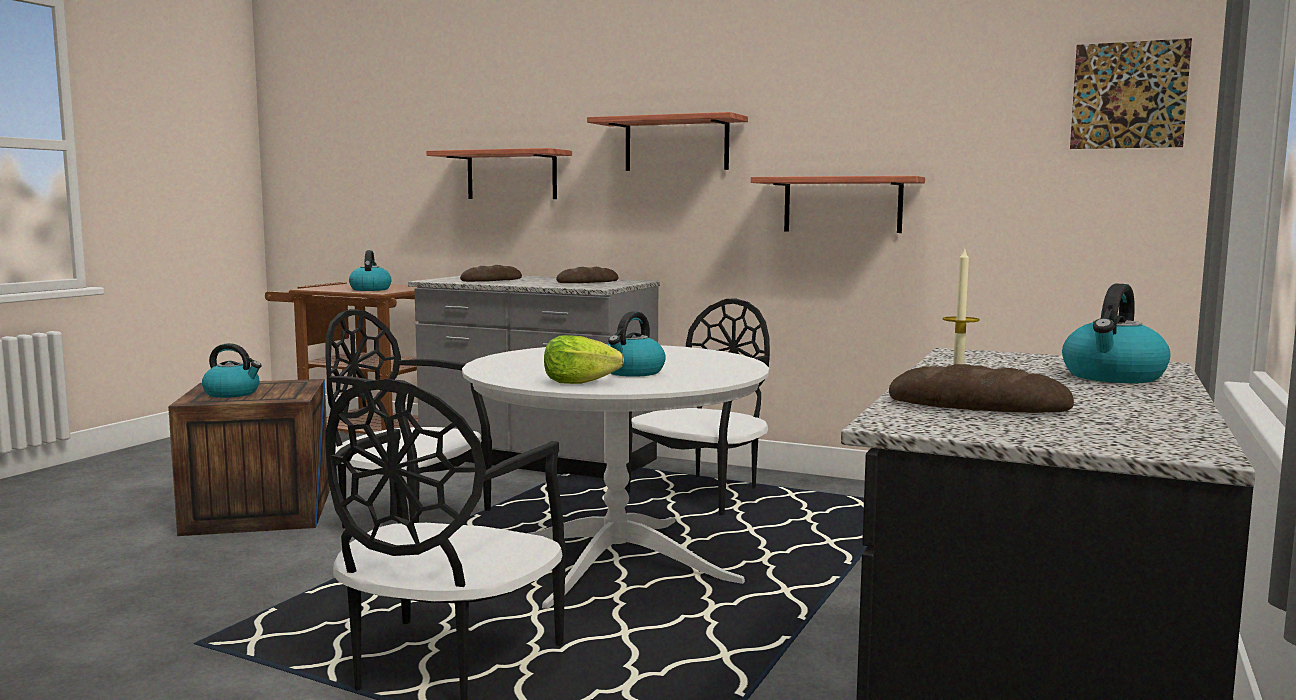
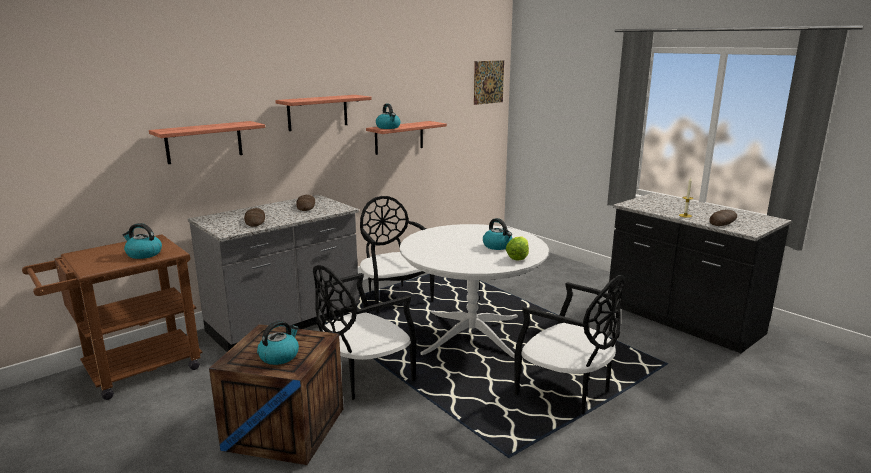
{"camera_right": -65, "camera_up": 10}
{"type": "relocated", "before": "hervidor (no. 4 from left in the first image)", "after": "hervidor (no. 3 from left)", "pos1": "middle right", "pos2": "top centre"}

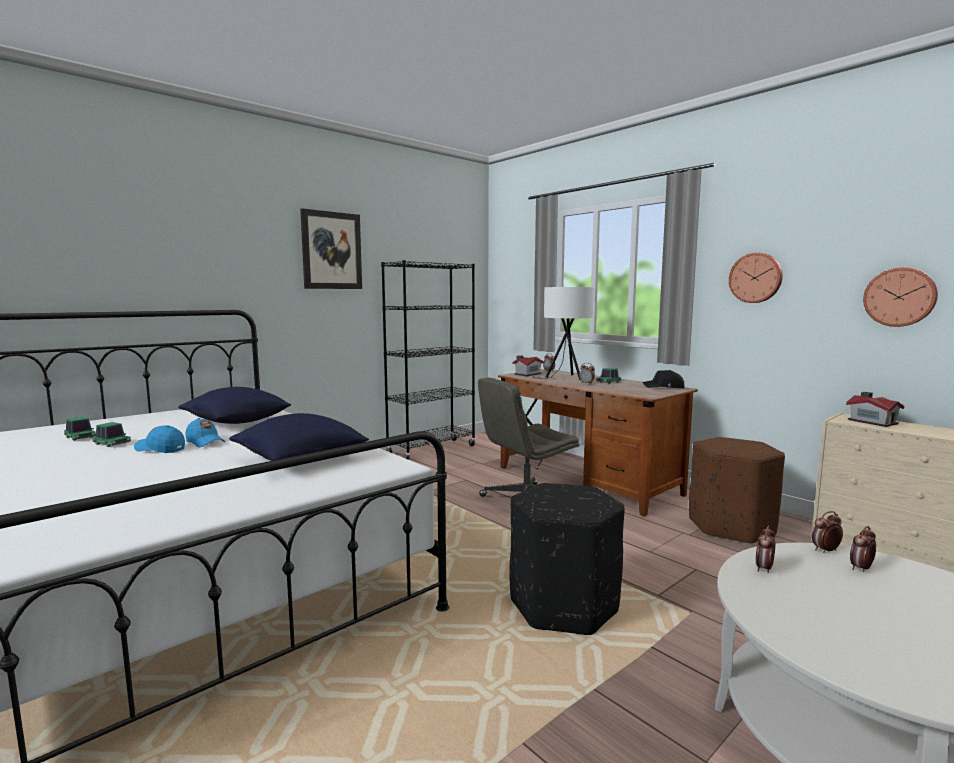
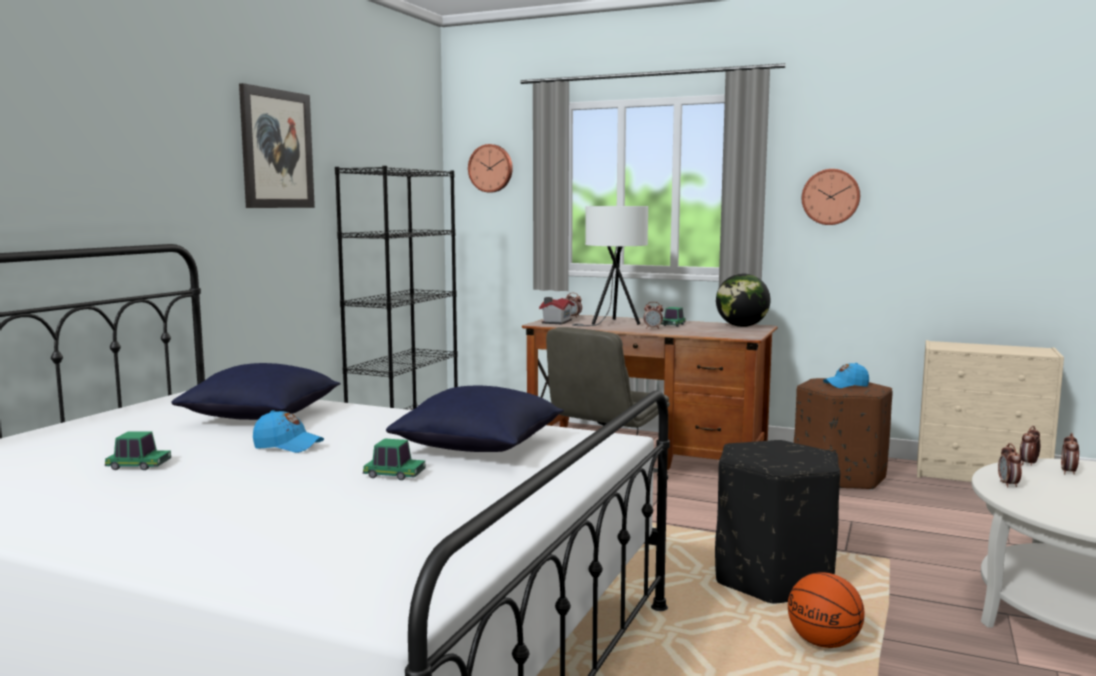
{"camera_right": -25, "camera_up": 0}
{"type": "missing", "before": "casita (no. 2 from left)", "pos1": "middle right"}
{"type": "appeared", "after": "balón de baloncesto", "pos2": "bottom right"}
{"type": "relocated", "before": "coche de juguete (no. 1 from left in the first image)", "after": "coche de juguete (no. 2 from left)", "pos1": "middle left", "pos2": "bottom centre"}
{"type": "relocated", "before": "gorra (azul) (no. 1 from left in the first image)", "after": "gorra (azul) (no. 2 from left)", "pos1": "middle left", "pos2": "middle right"}
{"type": "relocated", "before": "reloj de pared (no. 2 from left in the first image)", "after": "reloj de pared (no. 1 from left)", "pos1": "middle right", "pos2": "top centre"}
{"type": "exchanged", "before": "gorra (negro)", "after": "globo terráqueo", "pos1": "middle right", "pos2": "middle right"}

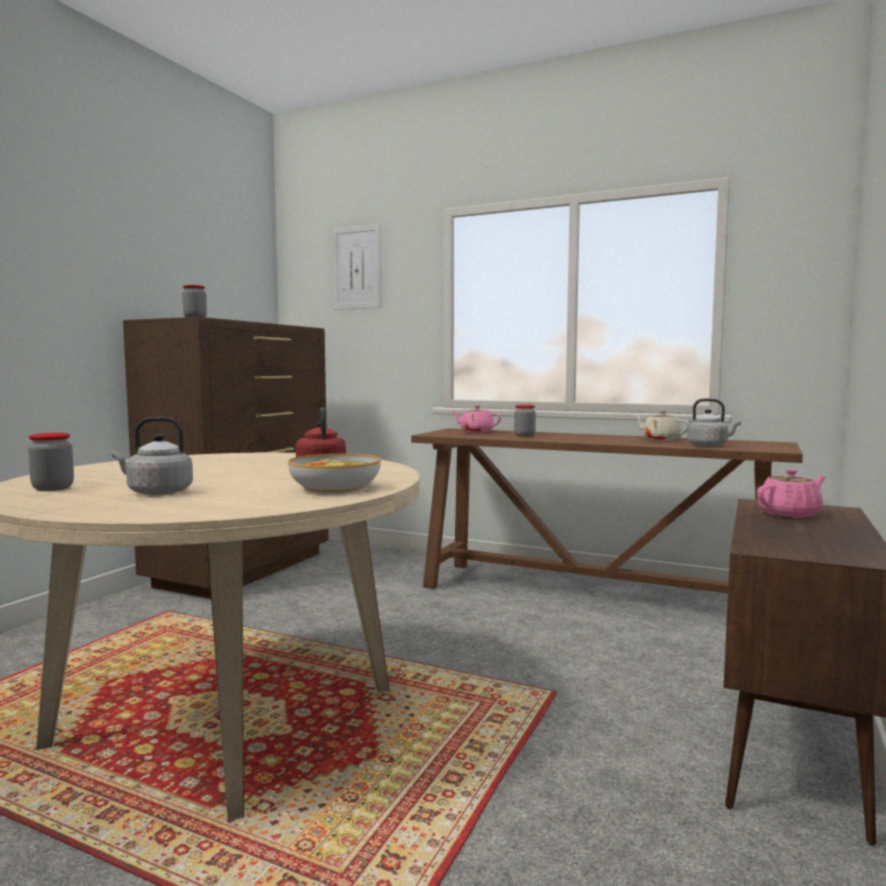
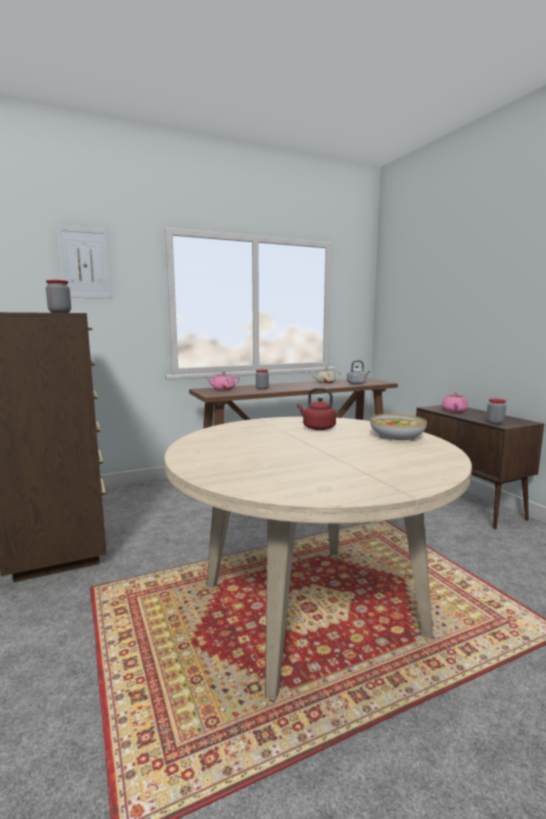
{"camera_right": -50, "camera_up": 5}
{"type": "missing", "before": "hervidor (gris) (no. 1 from left)", "pos1": "middle left"}
{"type": "relocated", "before": "tarro (no. 1 from left in the first image)", "after": "tarro (no. 3 from left)", "pos1": "middle left", "pos2": "middle right"}

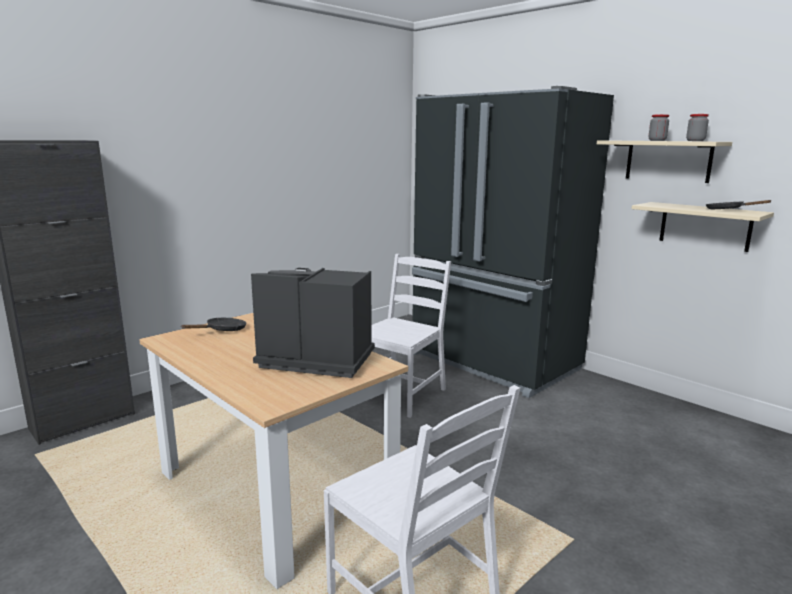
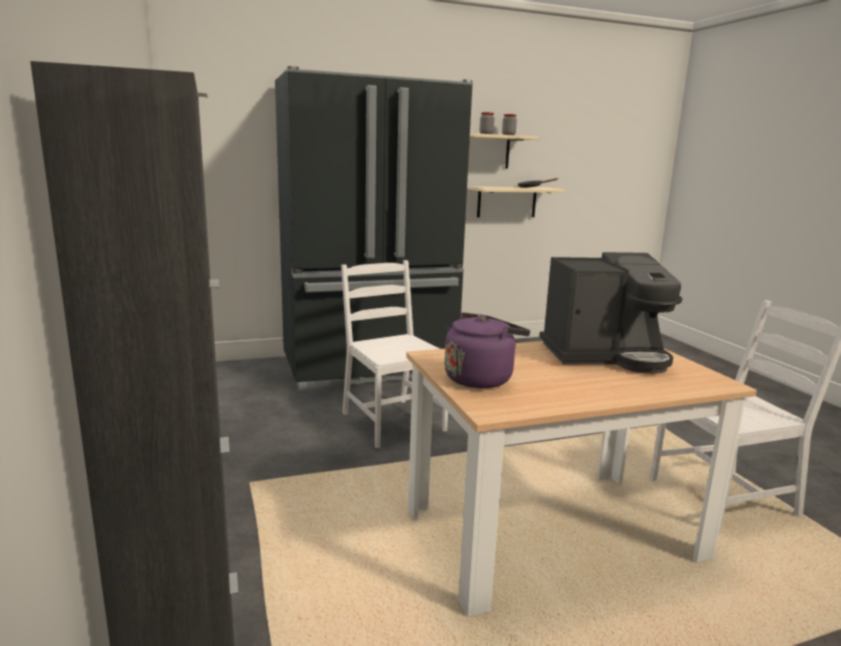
{"camera_right": -65, "camera_up": 0}
{"type": "exchanged", "before": "sartén (negro) (no. 1 from left)", "after": "hervidor (morado)", "pos1": "middle left", "pos2": "centre"}
{"type": "spun", "before": "cafetera", "pos1": "centre", "pos2": "middle right", "turn": -135}

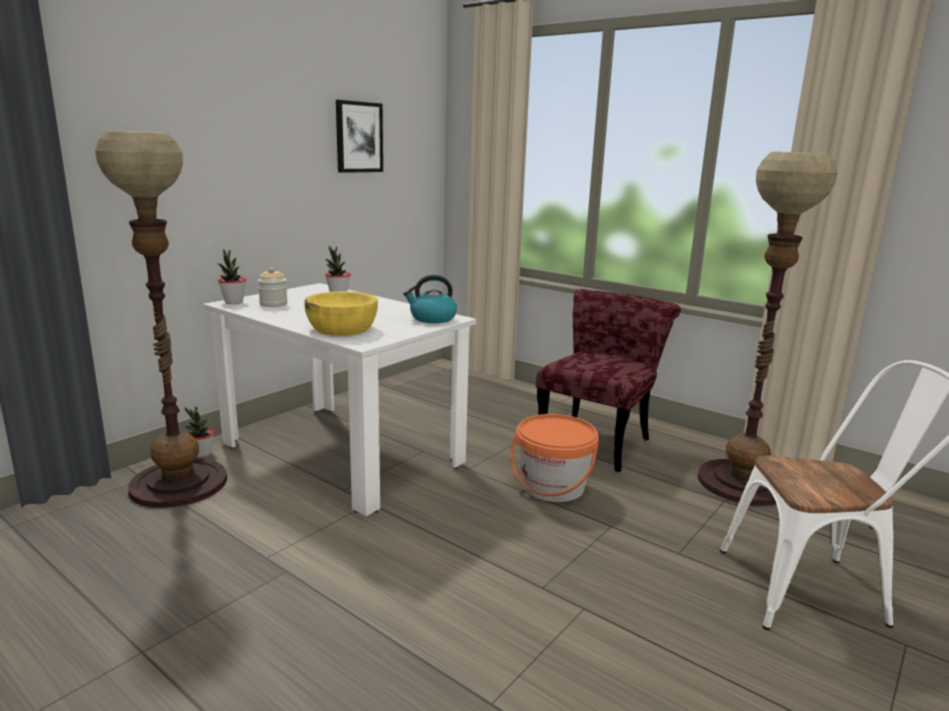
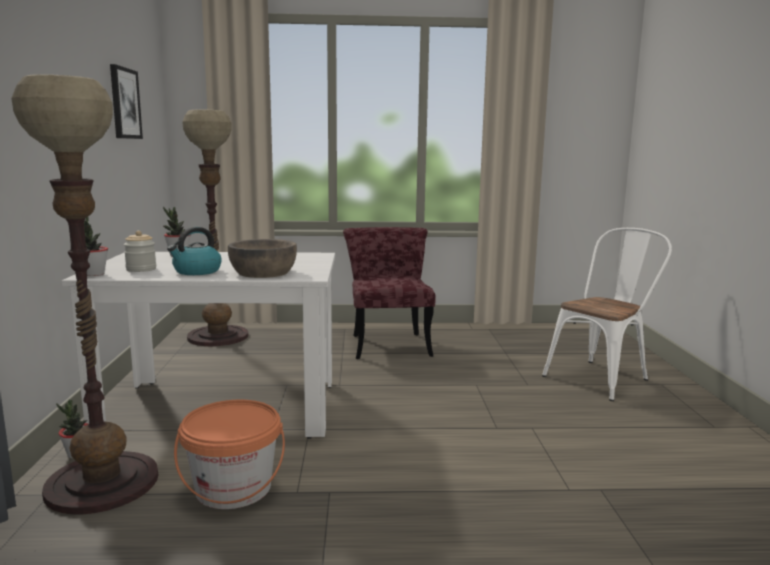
{"camera_right": -40, "camera_up": -5}
{"type": "relocated", "before": "hervidor", "pos1": "centre", "pos2": "middle left"}
{"type": "relocated", "before": "cubo (naranja)", "pos1": "centre", "pos2": "bottom left"}
{"type": "relocated", "before": "lámpara de pie (no. 2 from left)", "pos1": "middle right", "pos2": "middle left"}
{"type": "colour", "before": "cuenco (amarillo)", "after": "cuenco (marrón)", "pos1": "centre", "pos2": "centre"}

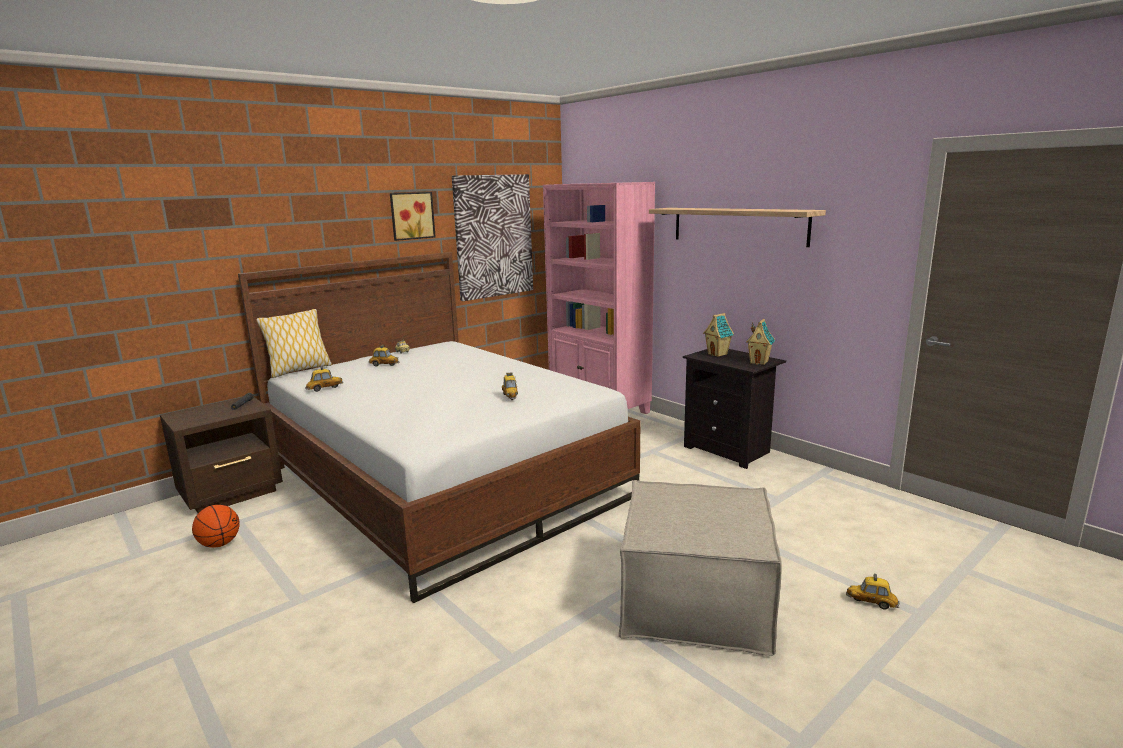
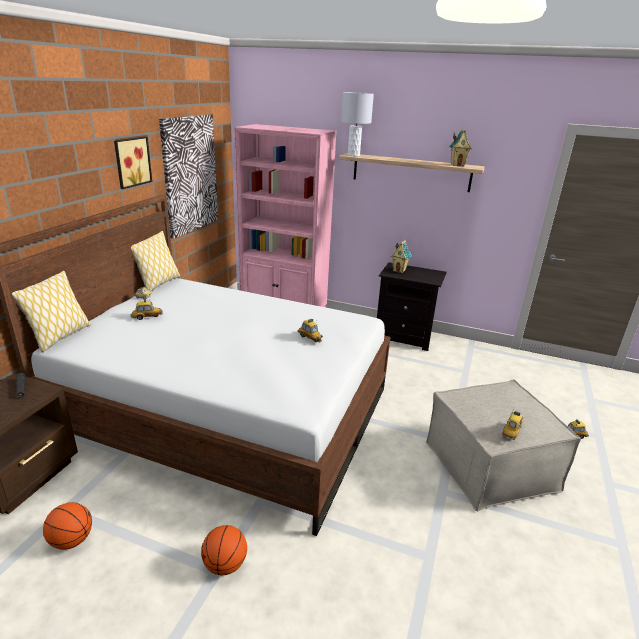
{"camera_right": -30, "camera_up": 10}
{"type": "appeared", "after": "cojín (no. 2 from left)", "pos2": "middle left"}
{"type": "appeared", "after": "balón de baloncesto (no. 2 from left)", "pos2": "bottom centre"}
{"type": "appeared", "after": "lámpara de mesa (gris)", "pos2": "top centre"}
{"type": "relocated", "before": "coche de juguete (no. 1 from left in the first image)", "after": "coche de juguete (no. 4 from left)", "pos1": "middle left", "pos2": "middle right"}
{"type": "relocated", "before": "casita (no. 2 from left)", "pos1": "middle right", "pos2": "top right"}

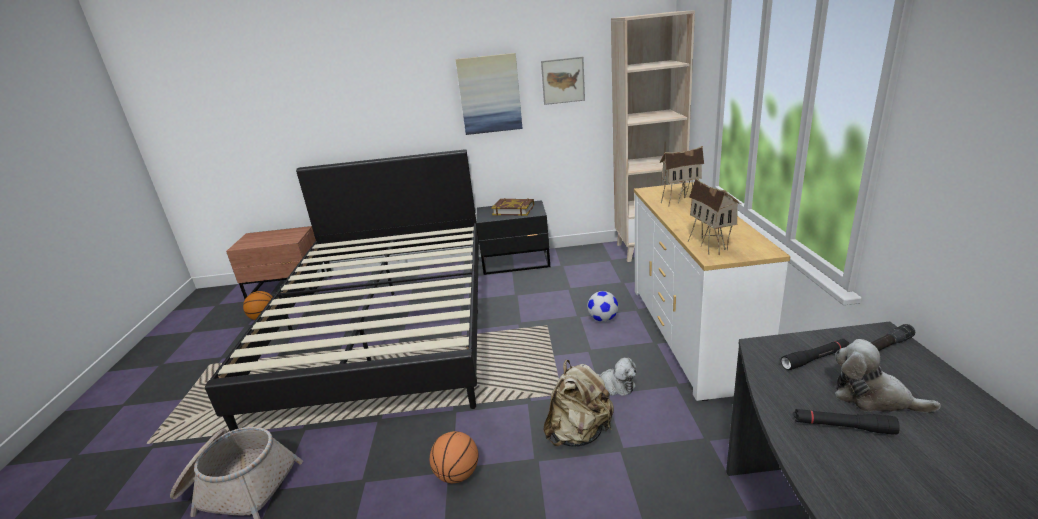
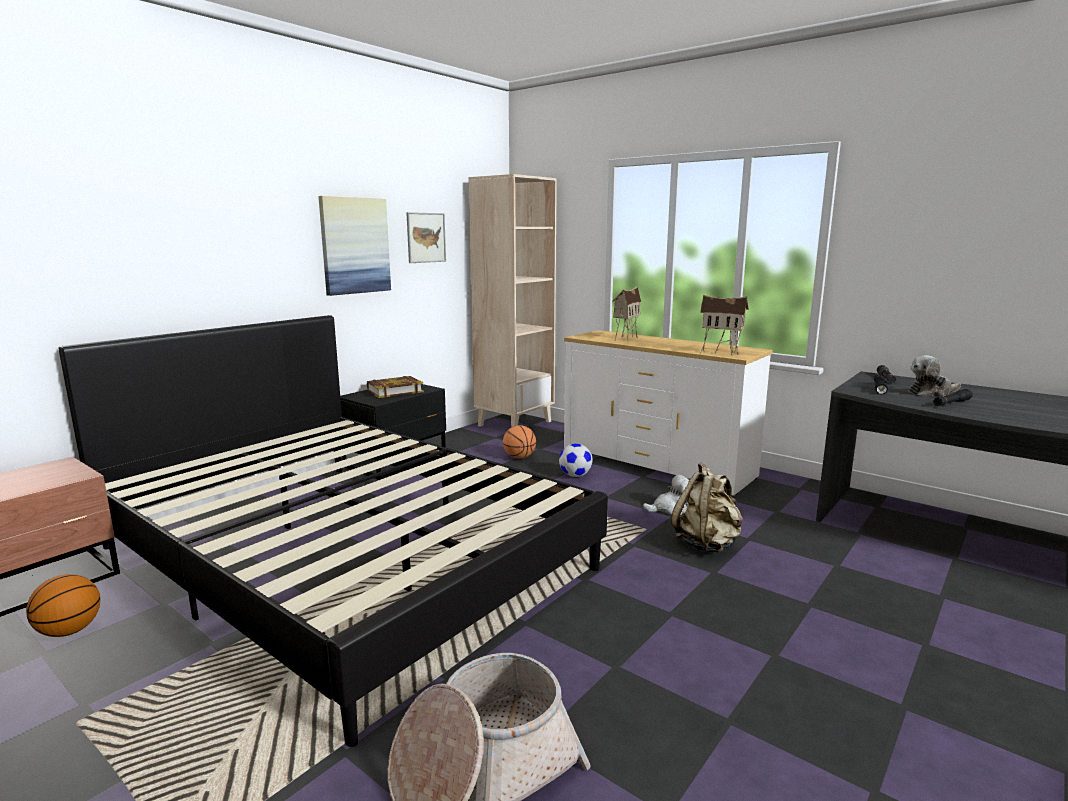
{"camera_right": -50, "camera_up": -10}
{"type": "relocated", "before": "balón de baloncesto (no. 2 from left)", "pos1": "bottom centre", "pos2": "centre"}

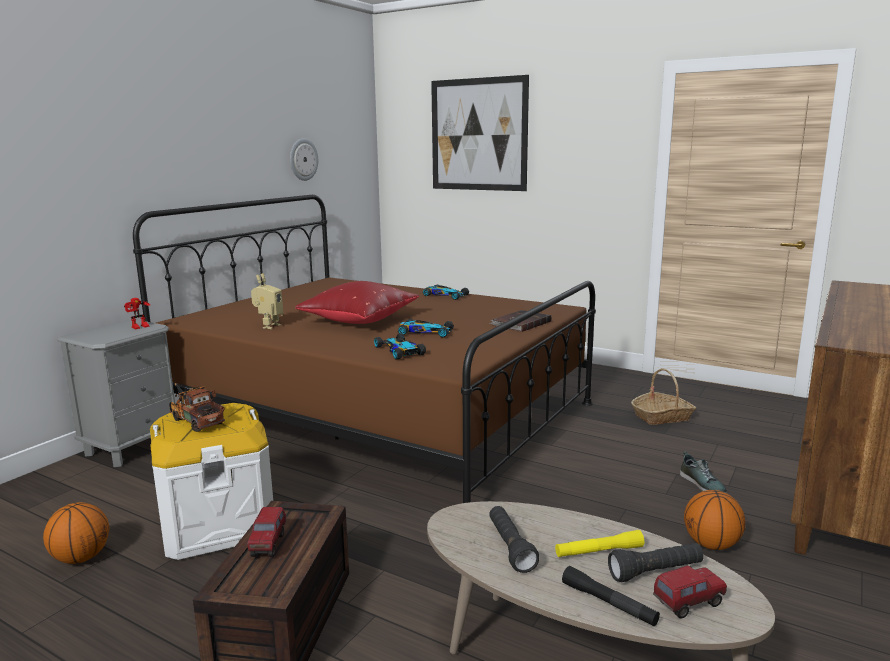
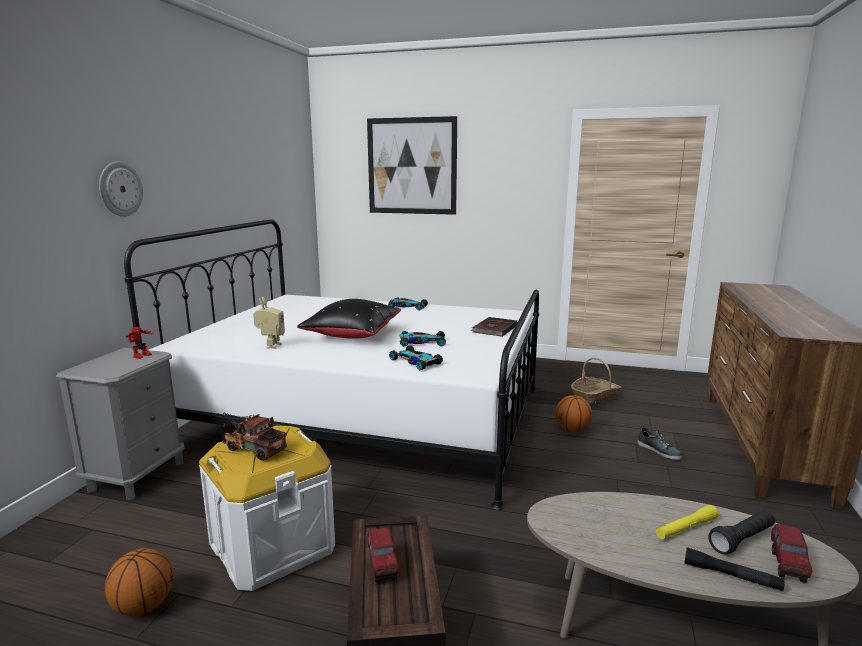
{"camera_right": -15, "camera_up": 0}
{"type": "missing", "before": "linterna (negro) (no. 1 from left)", "pos1": "bottom centre"}
{"type": "relocated", "before": "reloj de pared", "pos1": "top centre", "pos2": "top left"}
{"type": "relocated", "before": "balón de baloncesto (no. 2 from left)", "pos1": "bottom right", "pos2": "centre"}
{"type": "colour", "before": "cama (marrón)", "after": "cama (blanco)", "pos1": "centre", "pos2": "centre"}
{"type": "colour", "before": "cojín (rojo)", "after": "cojín (negro)", "pos1": "centre", "pos2": "centre"}
{"type": "spun", "before": "camión de juguete (no. 3 from left)", "pos1": "bottom right", "pos2": "bottom right", "turn": 150}

